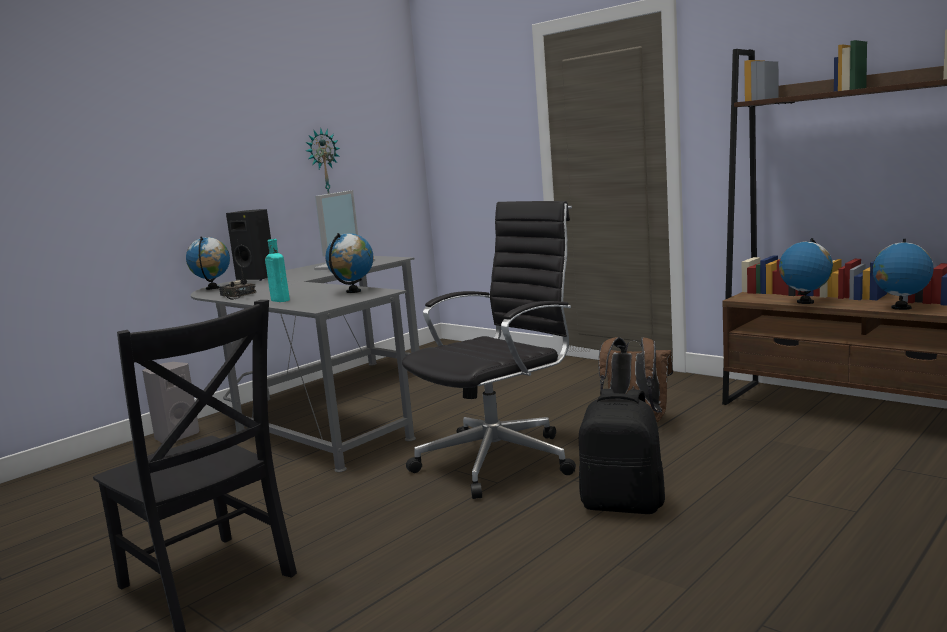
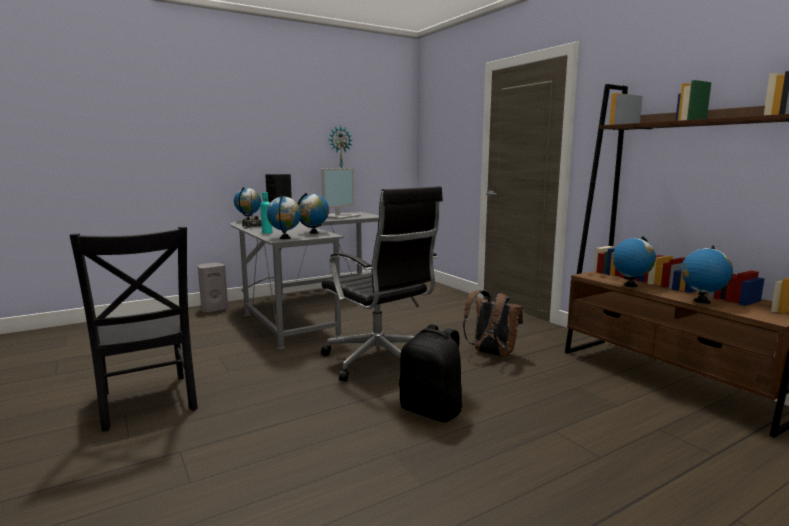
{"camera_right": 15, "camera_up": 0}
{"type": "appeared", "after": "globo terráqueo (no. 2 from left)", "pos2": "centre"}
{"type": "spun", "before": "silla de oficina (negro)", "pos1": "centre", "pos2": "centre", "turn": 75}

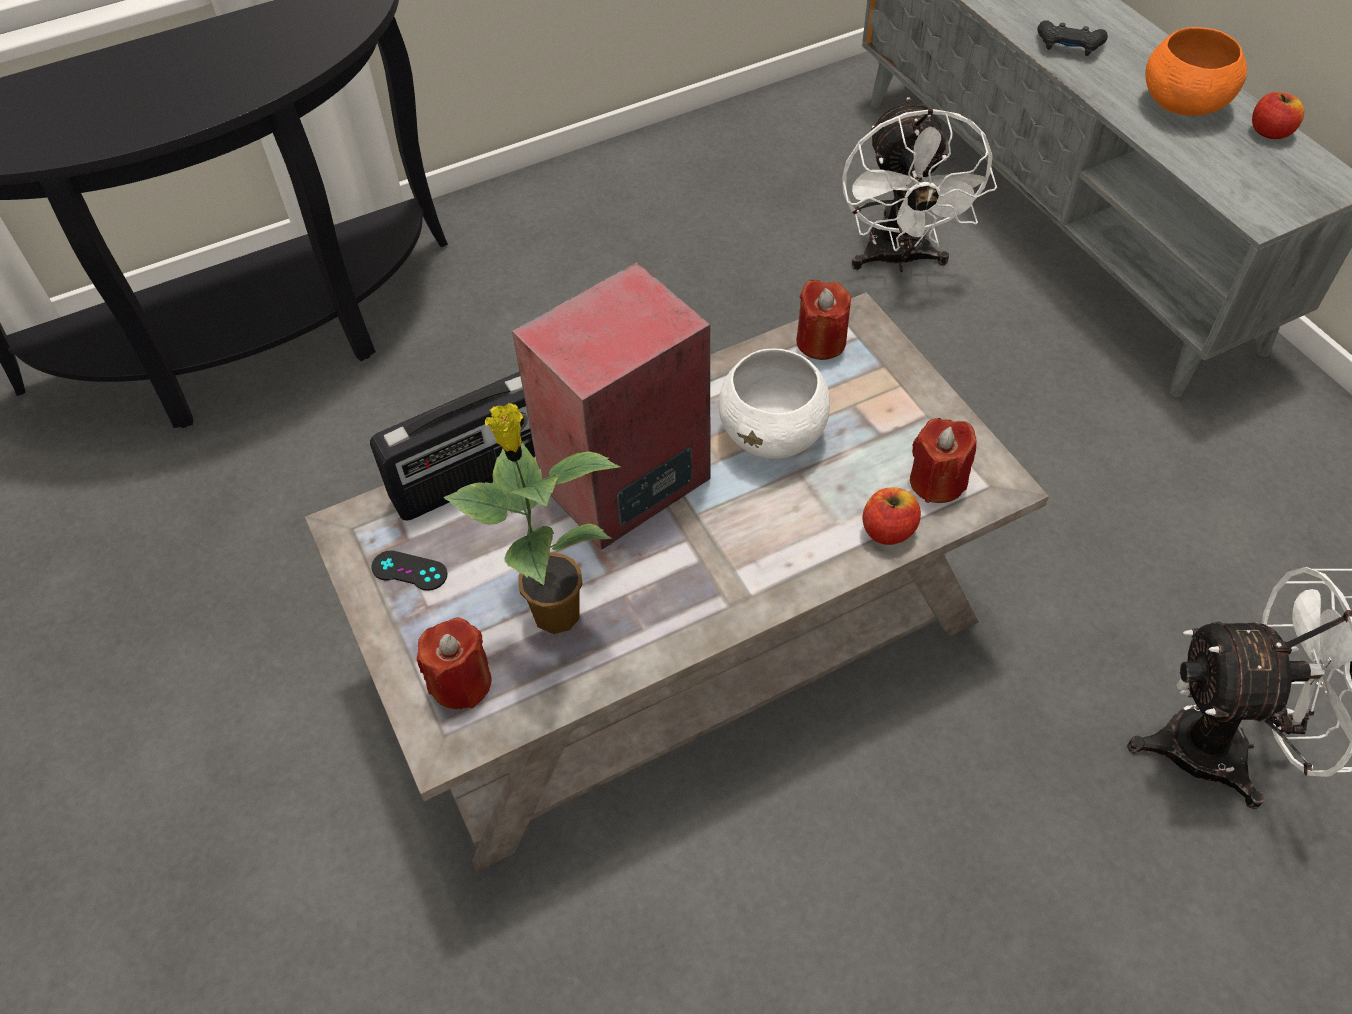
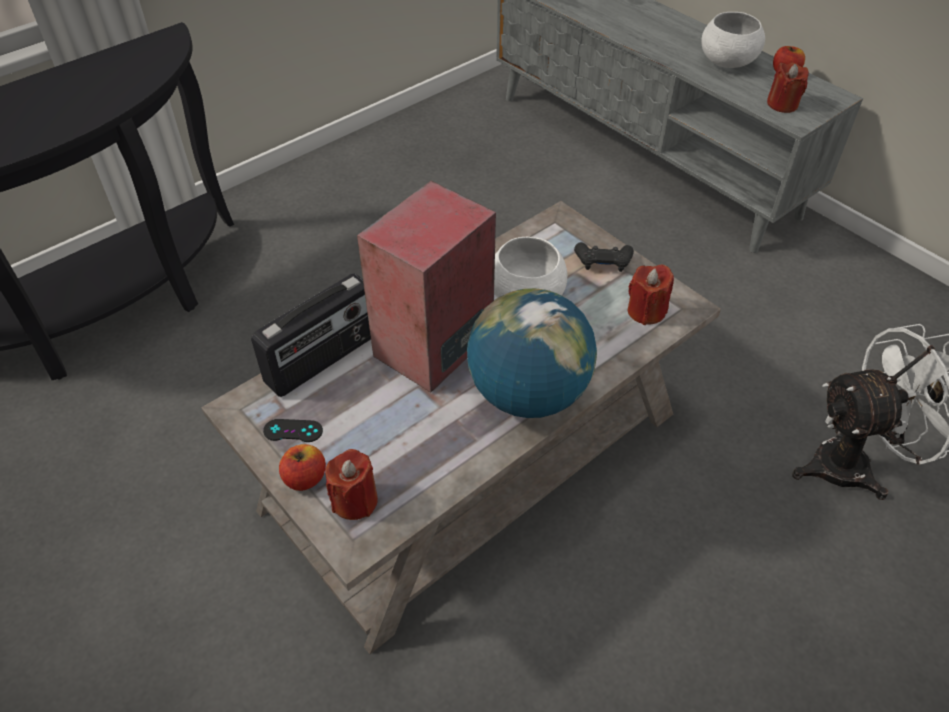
{"camera_right": -15, "camera_up": -5}
{"type": "missing", "before": "planta en maceta", "pos1": "centre"}
{"type": "missing", "before": "ventilador (blanco) (no. 1 from left)", "pos1": "top right"}
{"type": "appeared", "after": "globo terráqueo", "pos2": "centre"}
{"type": "relocated", "before": "vela (rojo) (no. 2 from left in the first image)", "after": "vela (rojo) (no. 3 from left)", "pos1": "top centre", "pos2": "top right"}
{"type": "relocated", "before": "manzana (no. 1 from left)", "pos1": "centre", "pos2": "middle left"}
{"type": "relocated", "before": "mando de consola (negro) (no. 2 from left)", "pos1": "top right", "pos2": "centre"}
{"type": "colour", "before": "cuenco (naranja)", "after": "cuenco (blanco) (no. 2 from left)", "pos1": "top right", "pos2": "top right"}

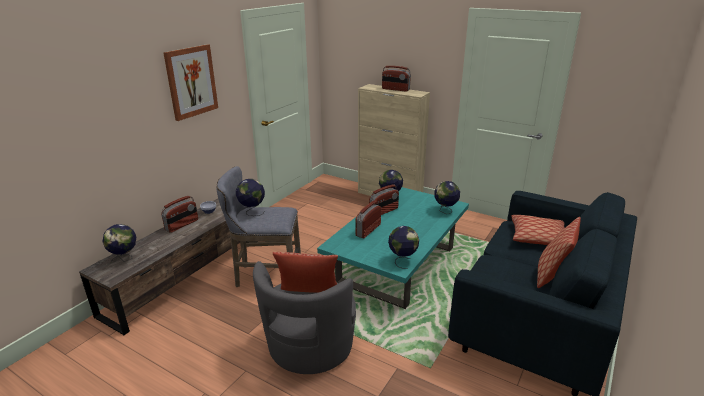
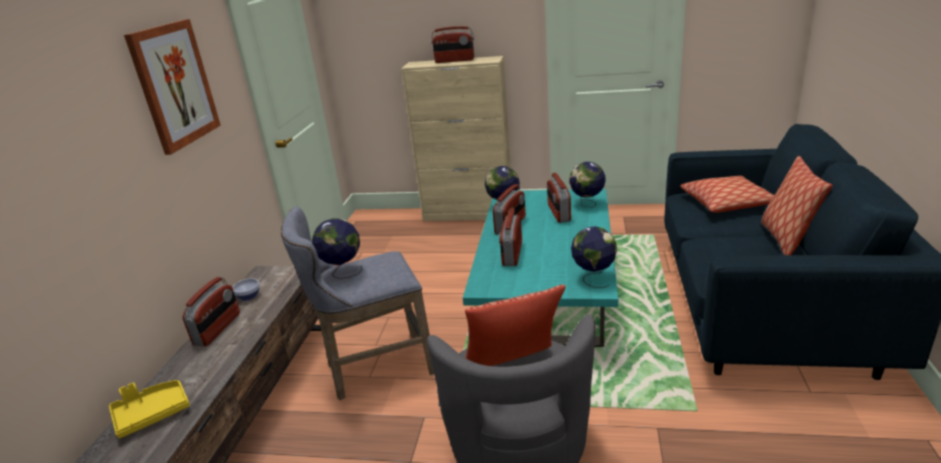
{"camera_right": -20, "camera_up": 0}
{"type": "appeared", "after": "radio (no. 5 from left)", "pos2": "centre"}
{"type": "exchanged", "before": "globo terráqueo (no. 1 from left)", "after": "bandeja (amarillo)", "pos1": "middle left", "pos2": "bottom left"}

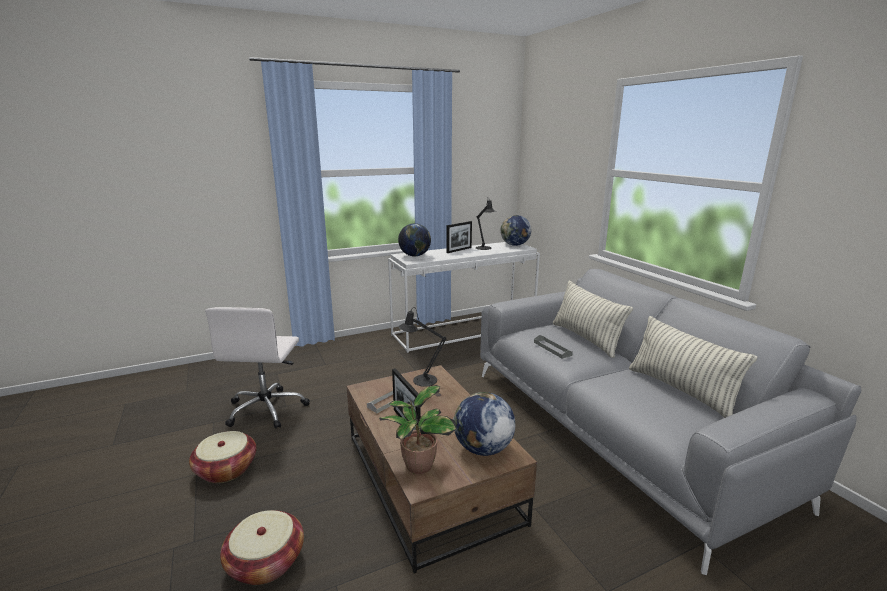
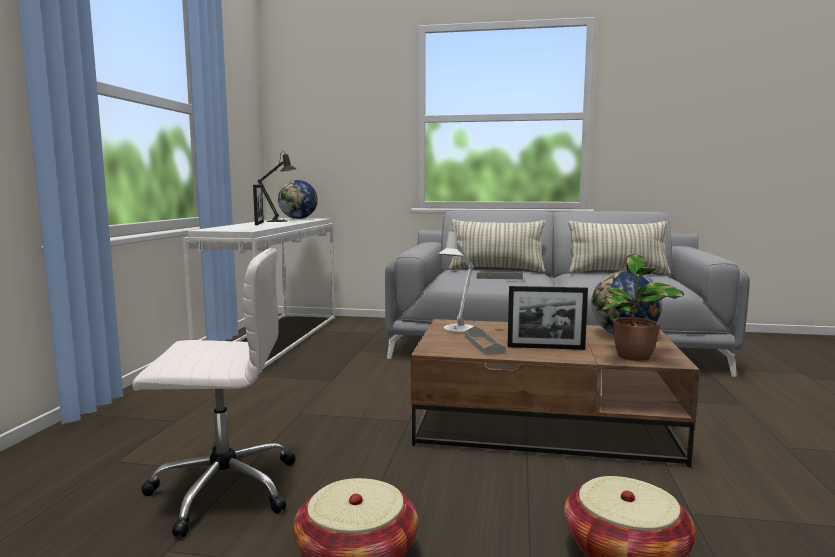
{"camera_right": -55, "camera_up": -10}
{"type": "missing", "before": "globo terráqueo (no. 1 from left)", "pos1": "centre"}
{"type": "colour", "before": "lámpara de mesa (negro) (no. 1 from left)", "after": "lámpara de mesa (blanco)", "pos1": "centre", "pos2": "centre"}
{"type": "spun", "before": "silla de oficina (blanco)", "pos1": "middle left", "pos2": "bottom left", "turn": -45}

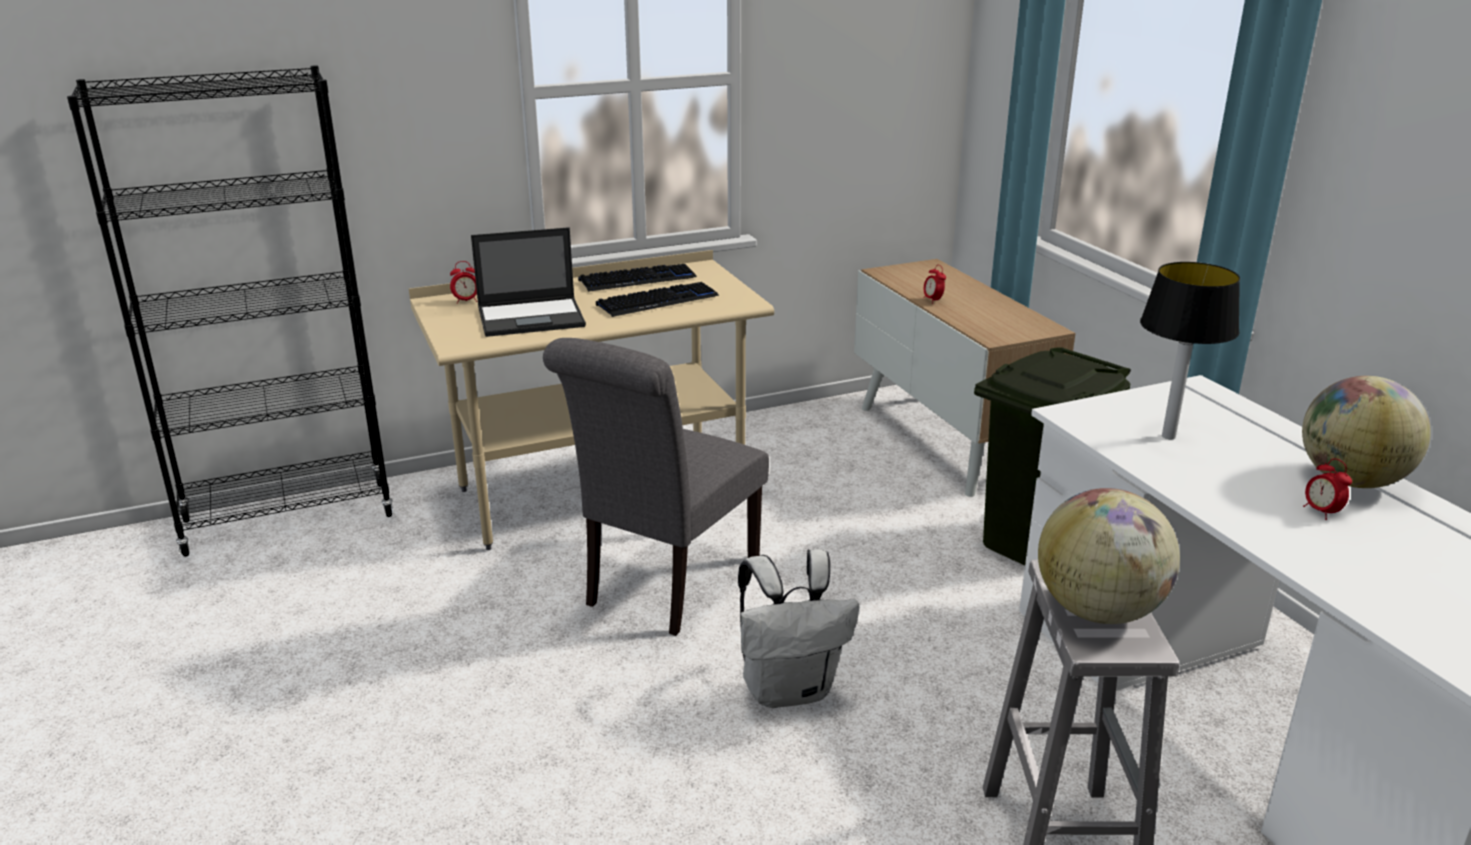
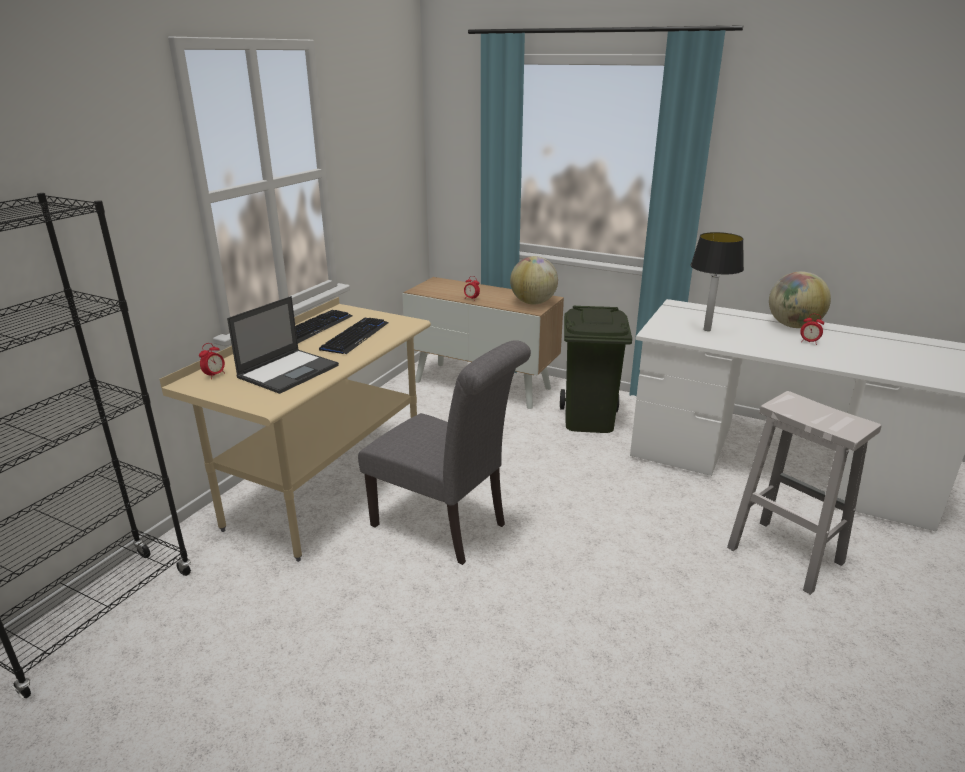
{"camera_right": -40, "camera_up": 0}
{"type": "missing", "before": "mochila (blanco)", "pos1": "bottom centre"}
{"type": "relocated", "before": "globo terráqueo (no. 1 from left)", "pos1": "middle right", "pos2": "centre"}
{"type": "spun", "before": "silla (gris)", "pos1": "centre", "pos2": "centre", "turn": -45}

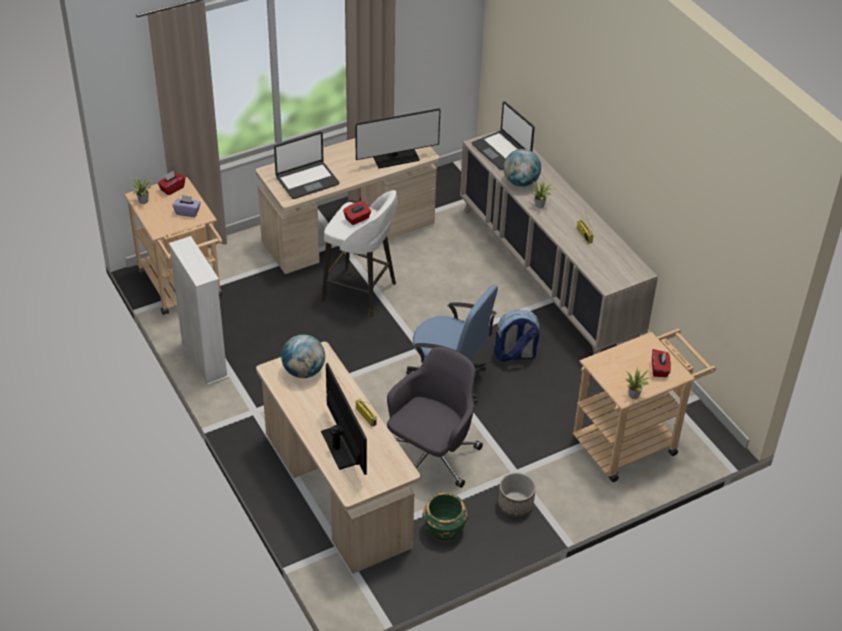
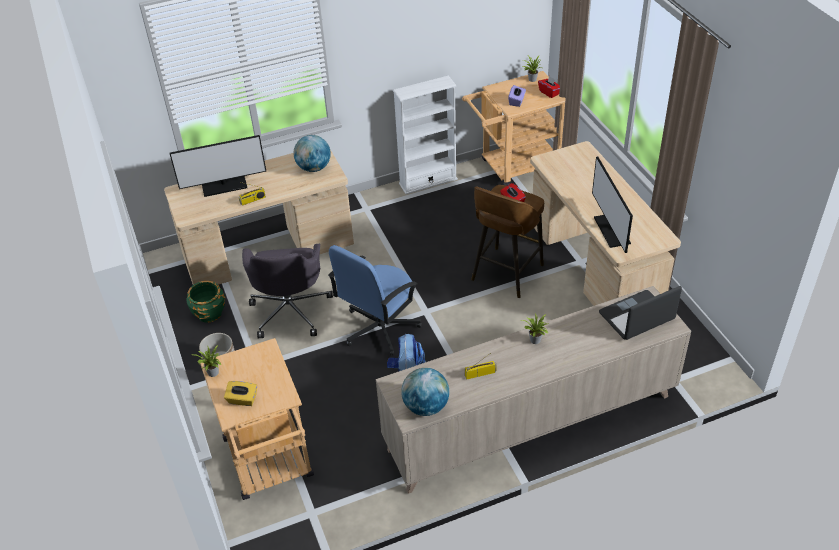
{"camera_right": 100, "camera_up": 0}
{"type": "missing", "before": "portátil (no. 1 from left)", "pos1": "top centre"}
{"type": "relocated", "before": "globo terráqueo (no. 2 from left)", "pos1": "top centre", "pos2": "bottom centre"}
{"type": "colour", "before": "taburete (blanco)", "after": "taburete (marrón)", "pos1": "centre", "pos2": "centre"}
{"type": "colour", "before": "caja de pañuelos (rojo) (no. 3 from left)", "after": "caja de pañuelos (amarillo)", "pos1": "middle right", "pos2": "bottom left"}
{"type": "spun", "before": "silla de oficina (gris)", "pos1": "centre", "pos2": "centre", "turn": 45}

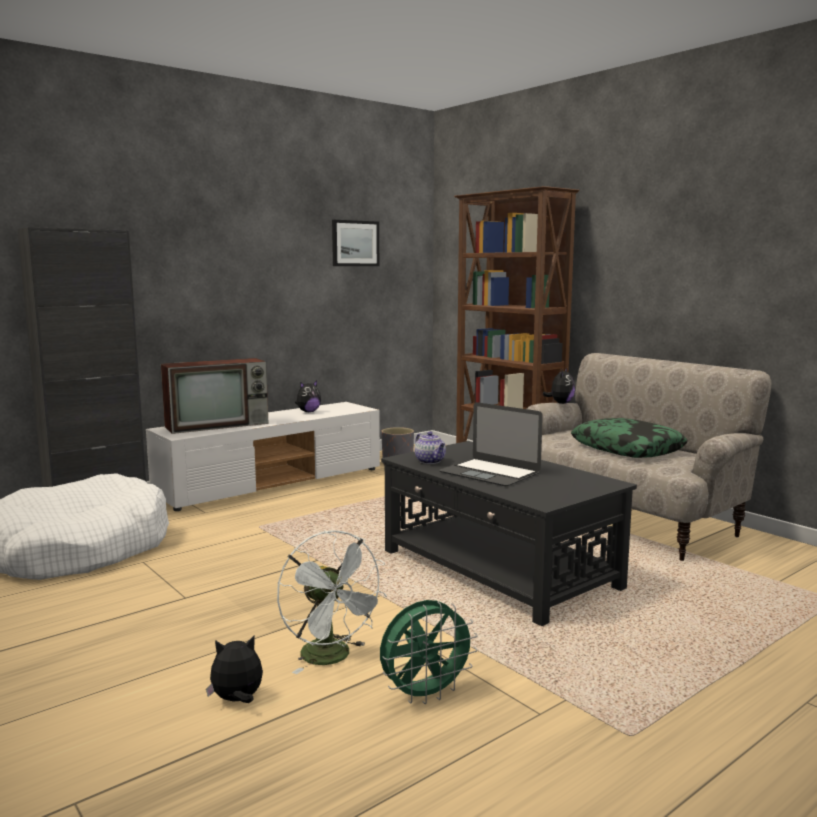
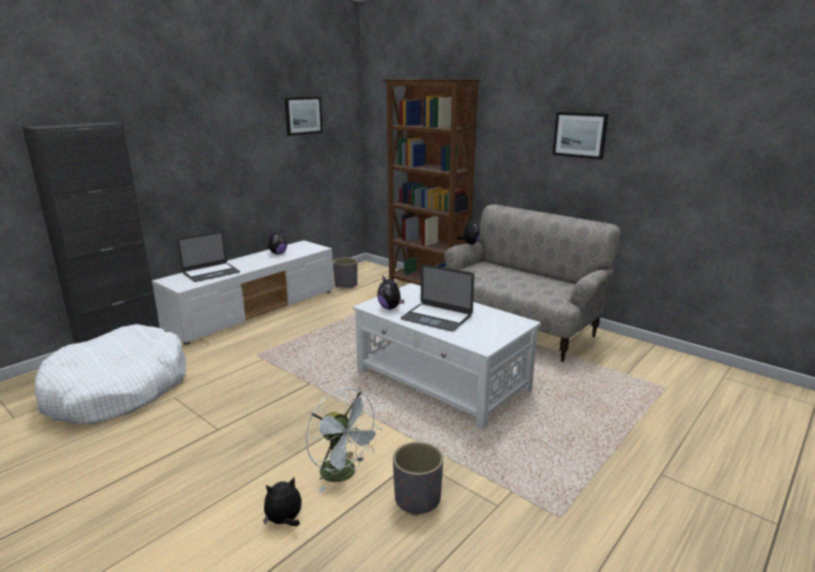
{"camera_right": -10, "camera_up": 10}
{"type": "missing", "before": "cojín", "pos1": "middle right"}
{"type": "appeared", "after": "cuadro (no. 2 from left)", "pos2": "top right"}
{"type": "exchanged", "before": "televisor", "after": "portátil (no. 1 from left)", "pos1": "middle left", "pos2": "middle left"}
{"type": "exchanged", "before": "ventilador (verde)", "after": "maceta (gris) (no. 2 from left)", "pos1": "bottom centre", "pos2": "bottom centre"}
{"type": "exchanged", "before": "tetera", "after": "peluche (no. 3 from left)", "pos1": "centre", "pos2": "centre"}
{"type": "colour", "before": "mesa de centro (negro)", "after": "mesa de centro (blanco)", "pos1": "centre", "pos2": "centre"}

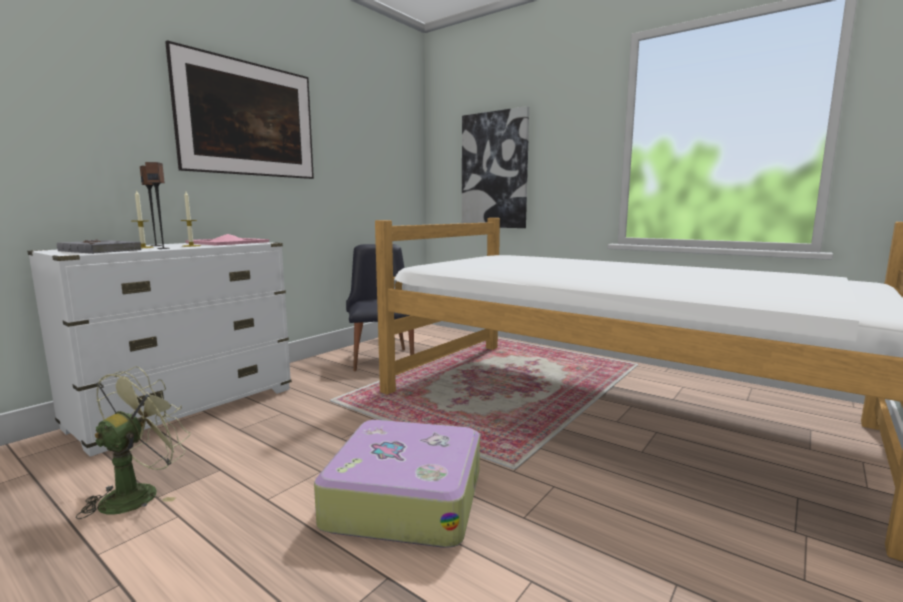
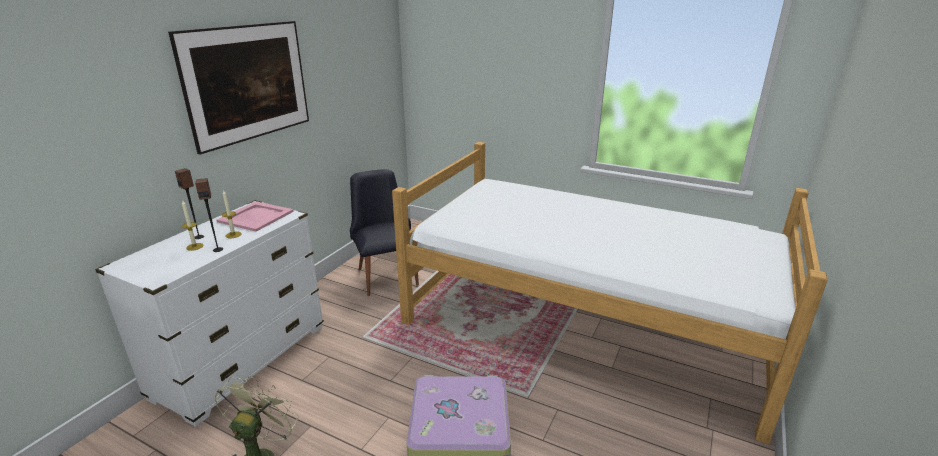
{"camera_right": -10, "camera_up": 15}
{"type": "missing", "before": "libro (gris)", "pos1": "middle left"}
{"type": "missing", "before": "cuadro (no. 2 from left)", "pos1": "top centre"}

